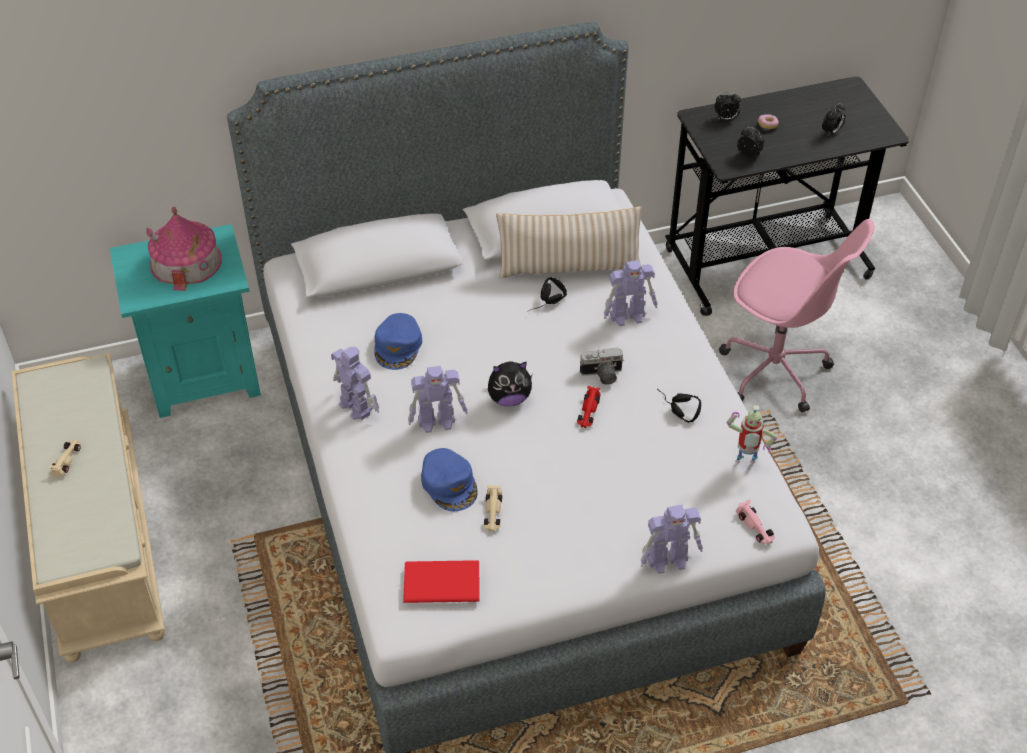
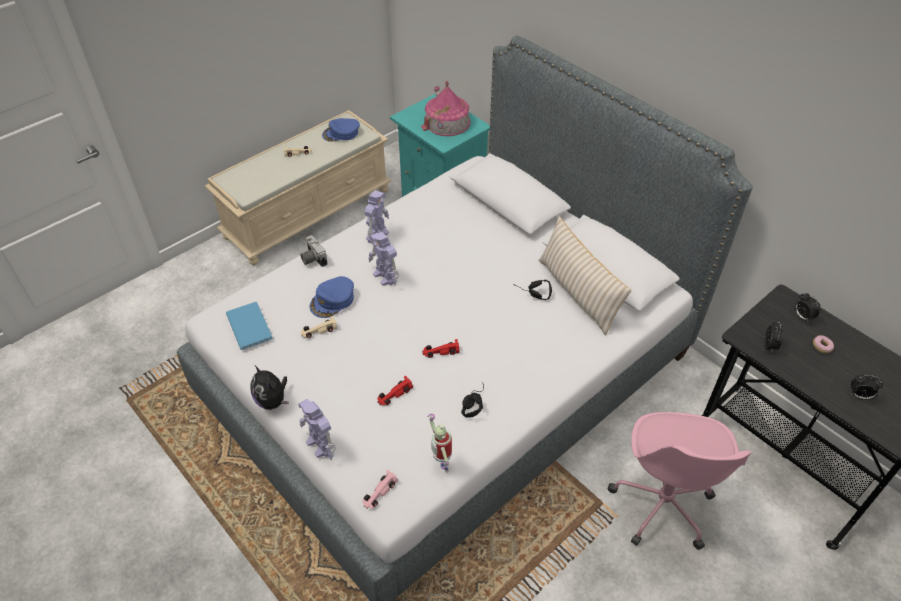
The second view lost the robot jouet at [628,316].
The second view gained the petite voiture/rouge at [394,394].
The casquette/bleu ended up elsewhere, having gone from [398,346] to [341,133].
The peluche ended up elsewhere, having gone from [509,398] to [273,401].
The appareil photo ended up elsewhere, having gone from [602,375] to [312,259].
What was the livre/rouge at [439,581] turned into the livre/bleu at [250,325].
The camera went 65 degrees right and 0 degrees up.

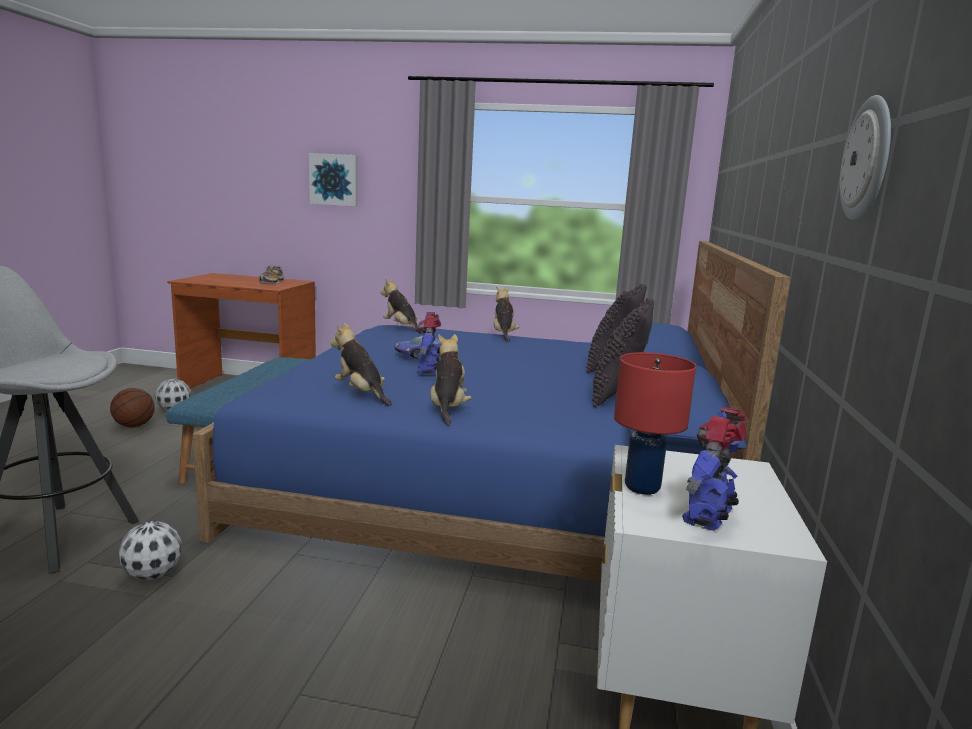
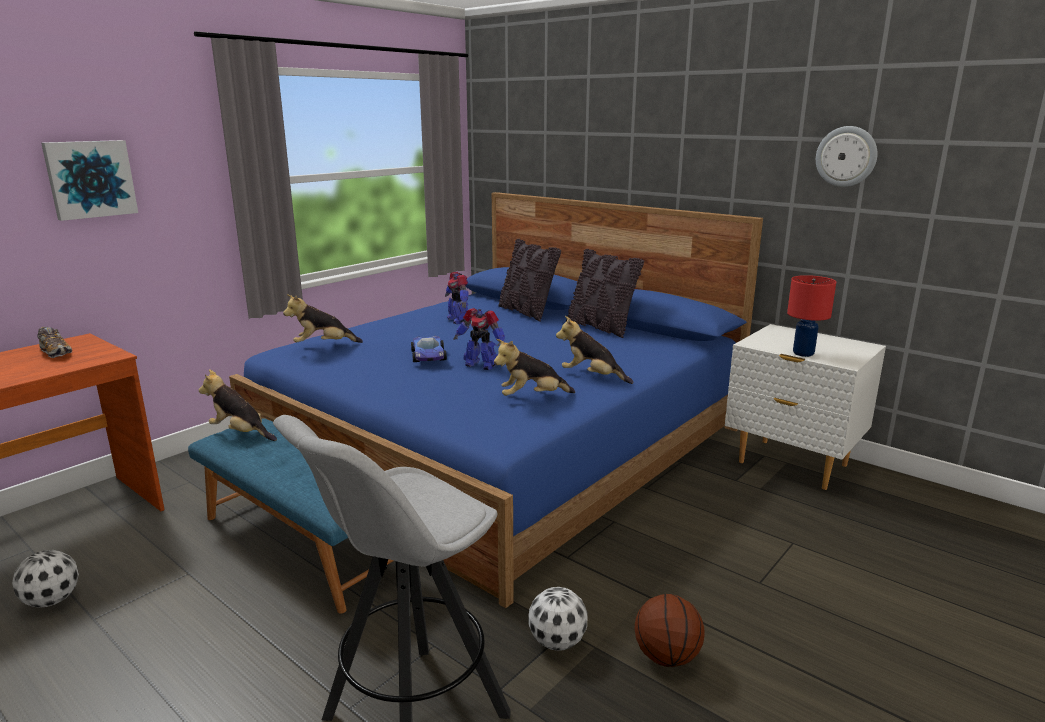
The ballon de basket ended up elsewhere, having gone from [133,426] to [667,657].
The peluche ended up elsewhere, having gone from [503,335] to [240,433].
The robot jouet ended up elsewhere, having gone from [709,516] to [458,320].
The camera went 60 degrees left and 5 degrees up.

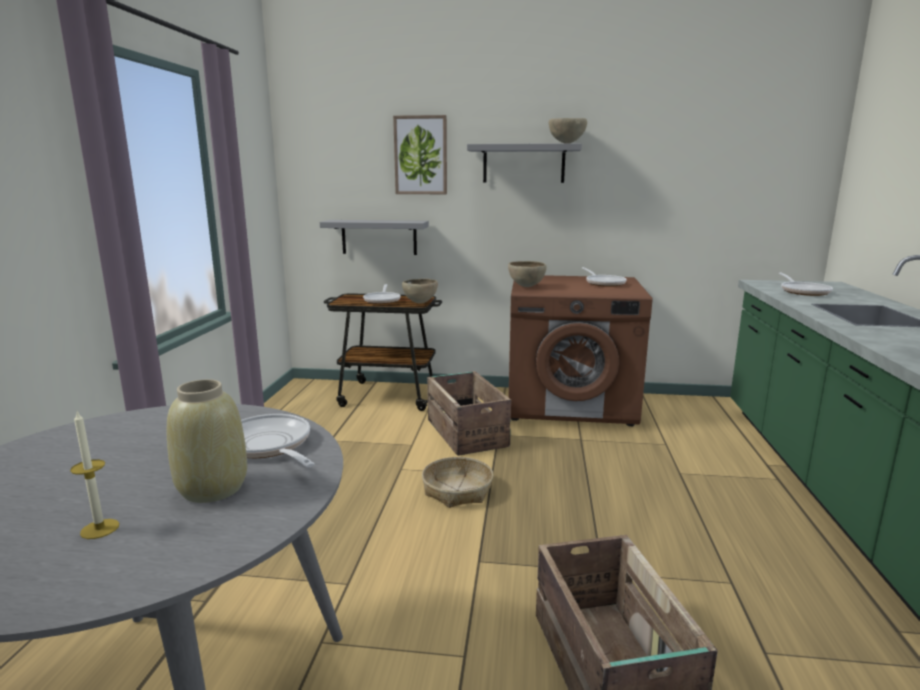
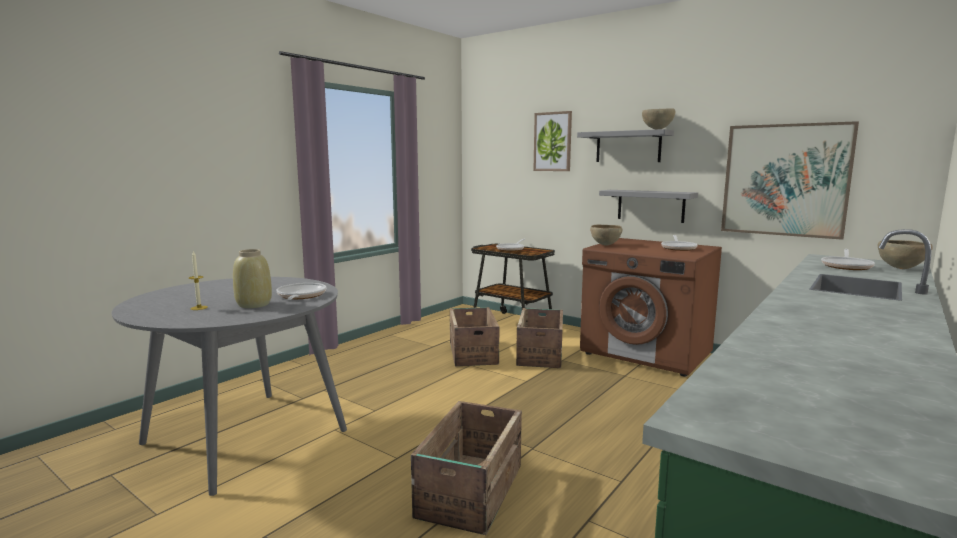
The second view lost the panier at [457,490].
The second view gained the caisse at [473,353].
The second view gained the tableau at [785,180].
The étagère/gris ended up elsewhere, having gone from [379,237] to [650,205].
The bol/marron ended up elsewhere, having gone from [420,303] to [901,268].
The camera went 30 degrees right and 5 degrees down.

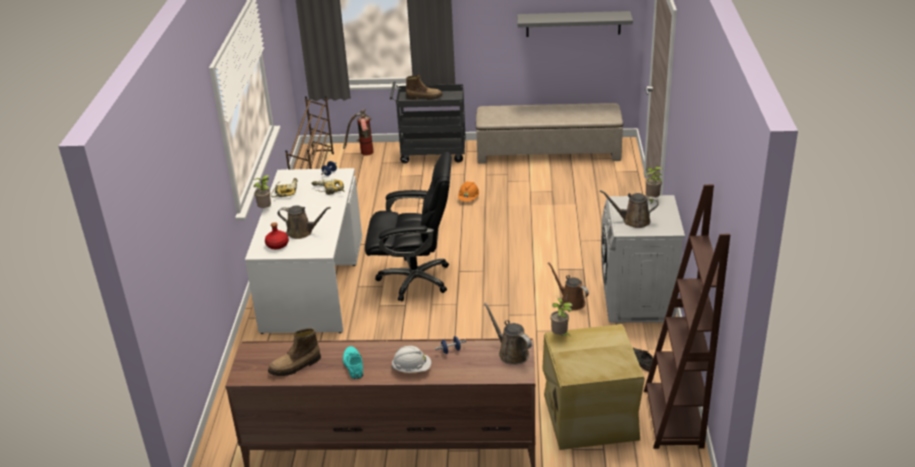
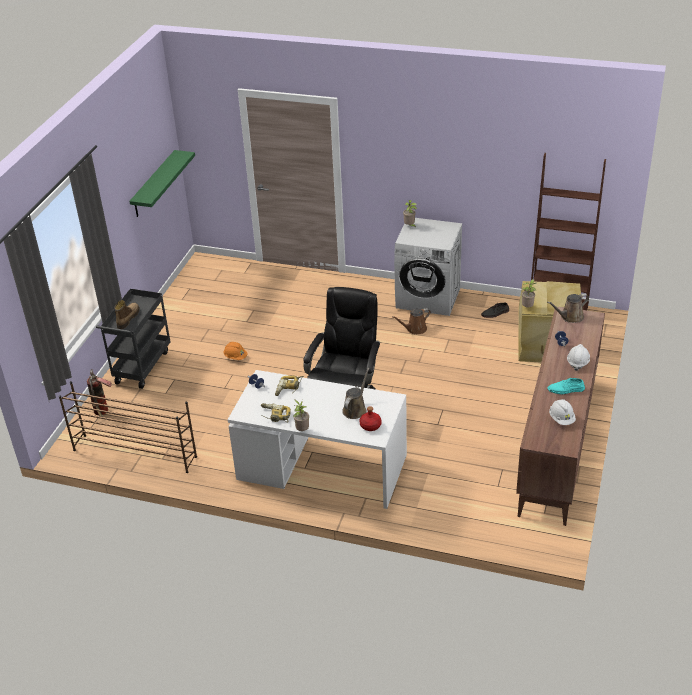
The second view lost the banc/beige at [549,151].
The second view lost the arrosoir/marron at [633,221].
Where the botte stood at [295,366], the casque de chantier/blanc came to stand at [561,419].
What was the étagère/gris at [573,24] turned into the étagère/vert at [154,184].
The camera went 75 degrees left and 5 degrees up.

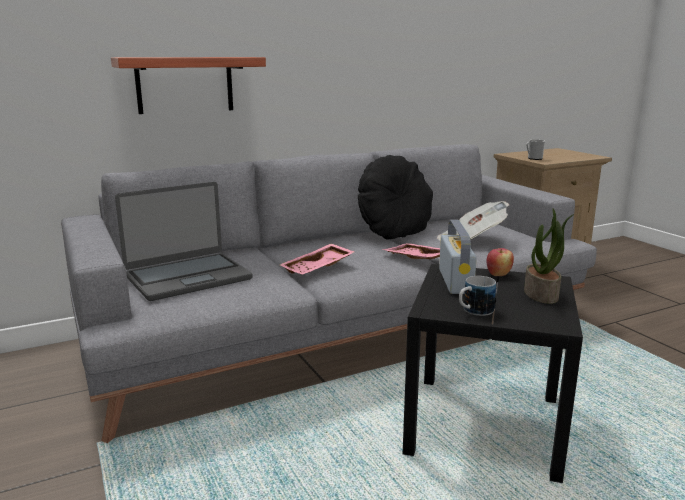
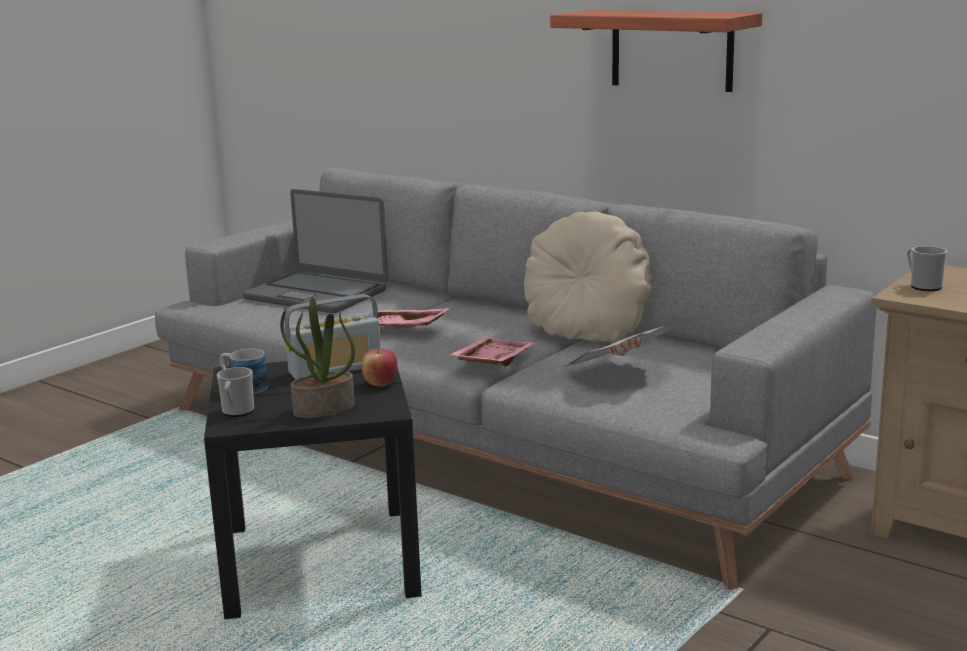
The second view gained the mug at [237,412].
The étagère ended up elsewhere, having gone from [185,84] to [671,50].
What was the coussin/noir at [394,235] turned into the coussin/beige at [587,335].
The camera went 65 degrees right and 0 degrees up.

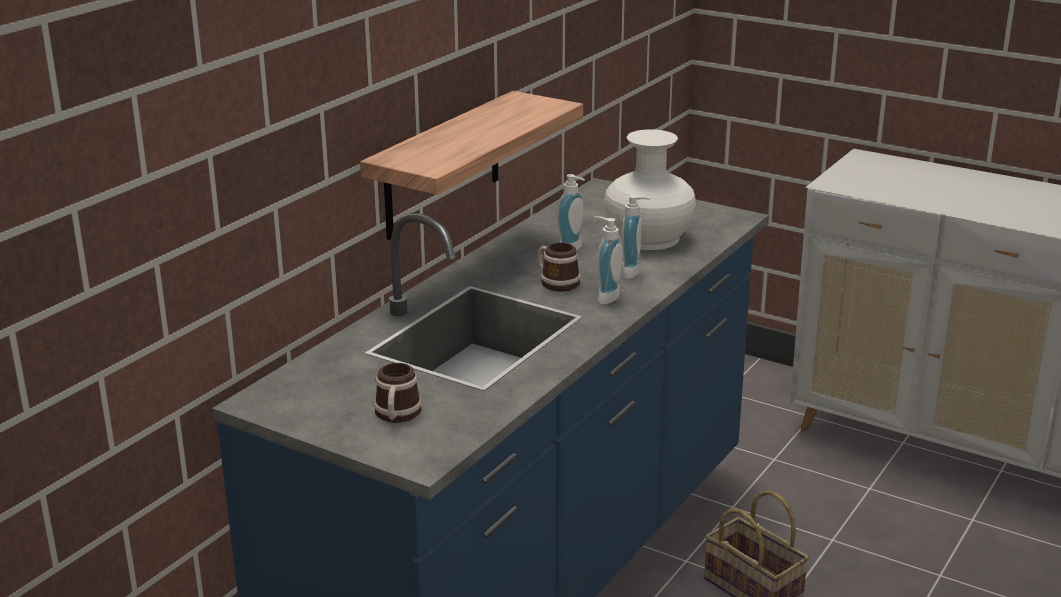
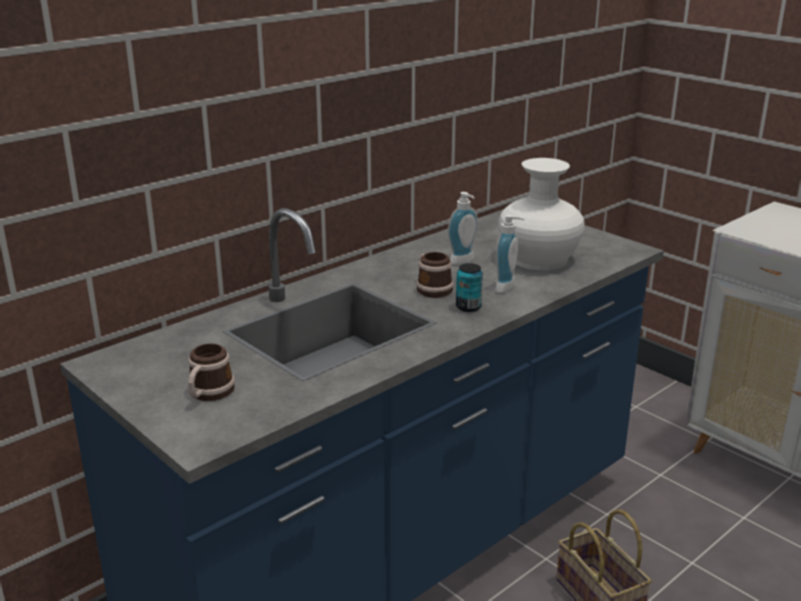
The second view lost the étagère at [443,166].
Where the distributeur de savon stood at [605,297], the boîte métallique came to stand at [468,307].
The camera went 15 degrees right and 0 degrees up.

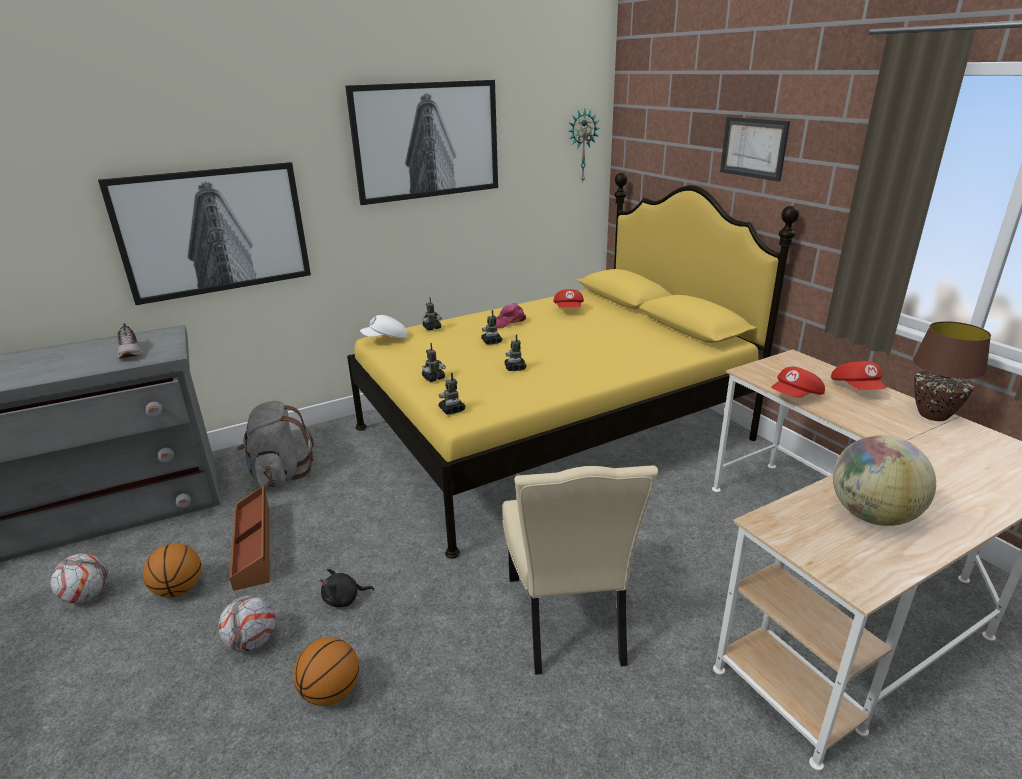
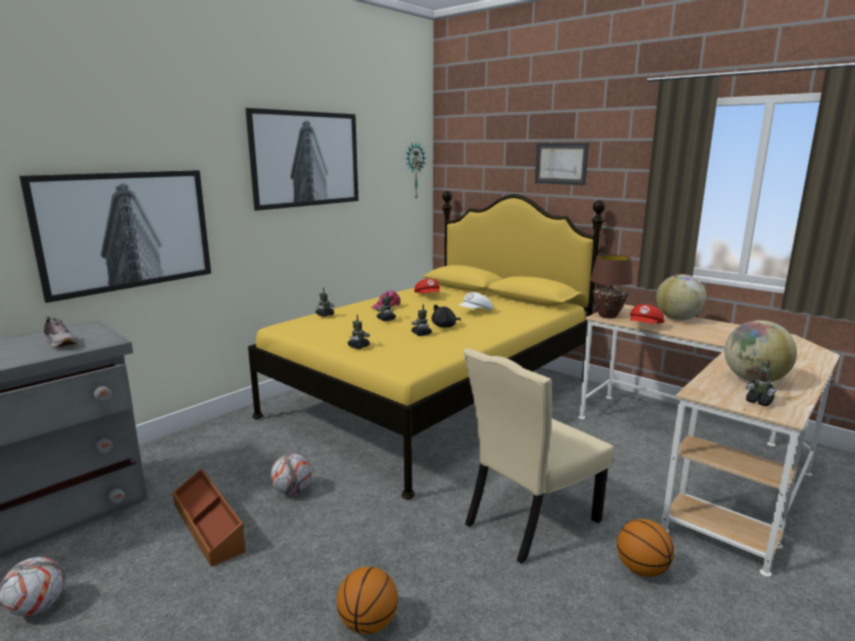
The second view lost the sac à dos/gris at [279,474].
The ballon de basket ended up elsewhere, having gone from [178,589] to [642,569].
The ballon de foot ended up elsewhere, having gone from [252,642] to [292,491].
The peluche/noir ended up elsewhere, having gone from [344,599] to [445,326].
The casquette/blanc ended up elsewhere, having gone from [386,339] to [476,312].
The robot jouet ended up elsewhere, having gone from [452,410] to [759,402].
The lampe de table/marron ended up elsewhere, having gone from [933,415] to [608,316].
Where the casquette/rouge stood at [857,389], the globe came to stand at [677,319].
The chaise/beige at [568,615] ended up facing another way, 75 degrees clockwise from before.
The camera went 20 degrees left and 10 degrees down.

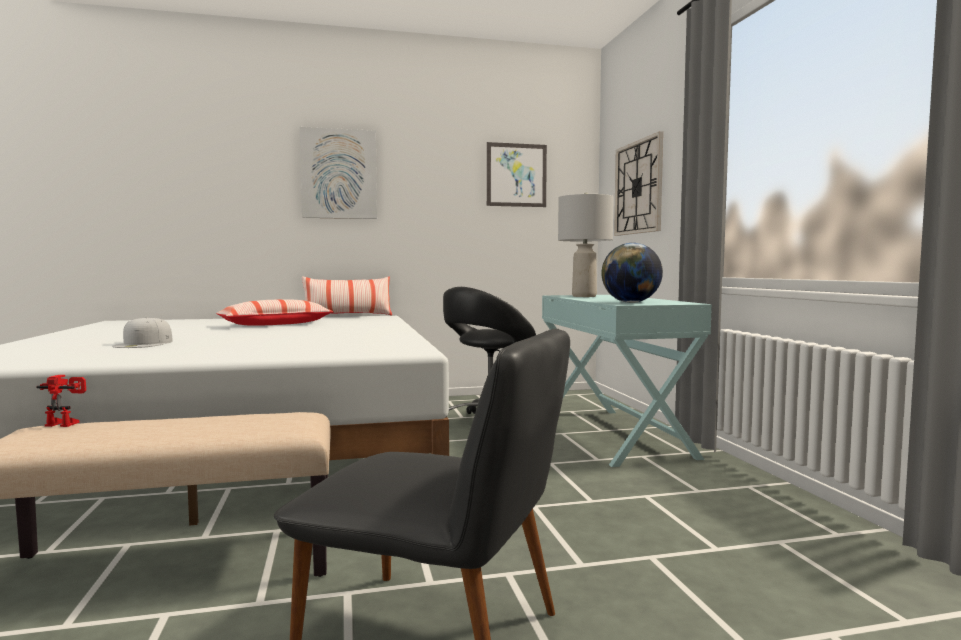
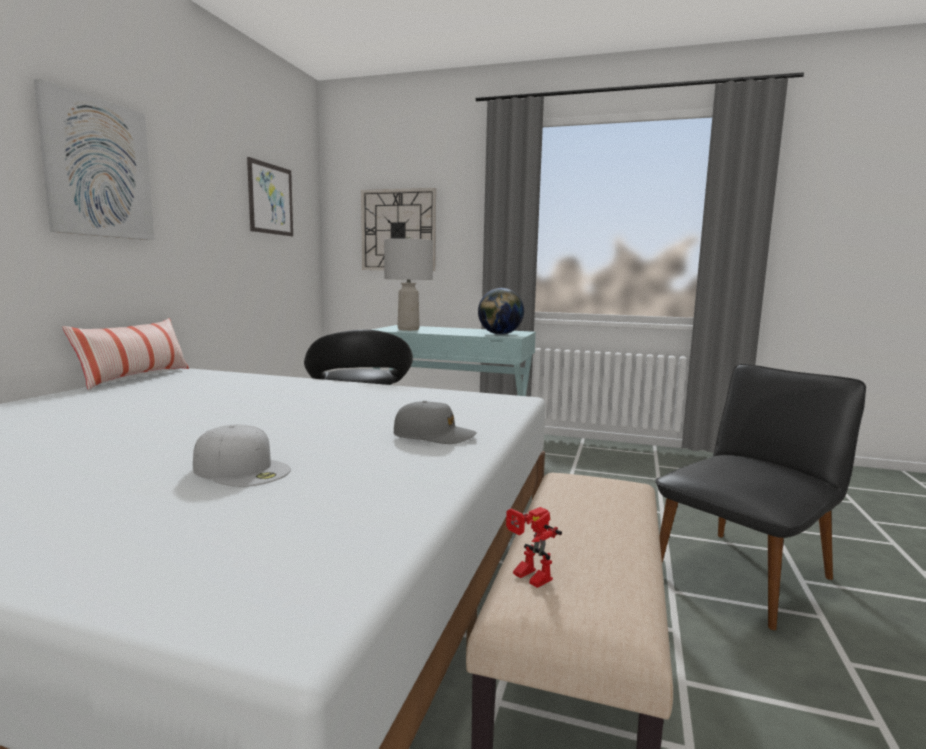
The second view lost the coussin at [275,324].
The second view gained the casquette/gris at [434,436].
The robot jouet at [66,423] ended up facing another way, 75 degrees counterclockwise from before.
The camera went 60 degrees left and 5 degrees up.

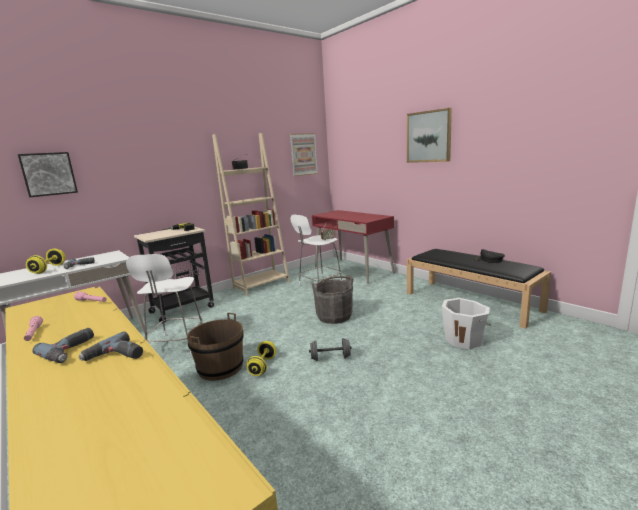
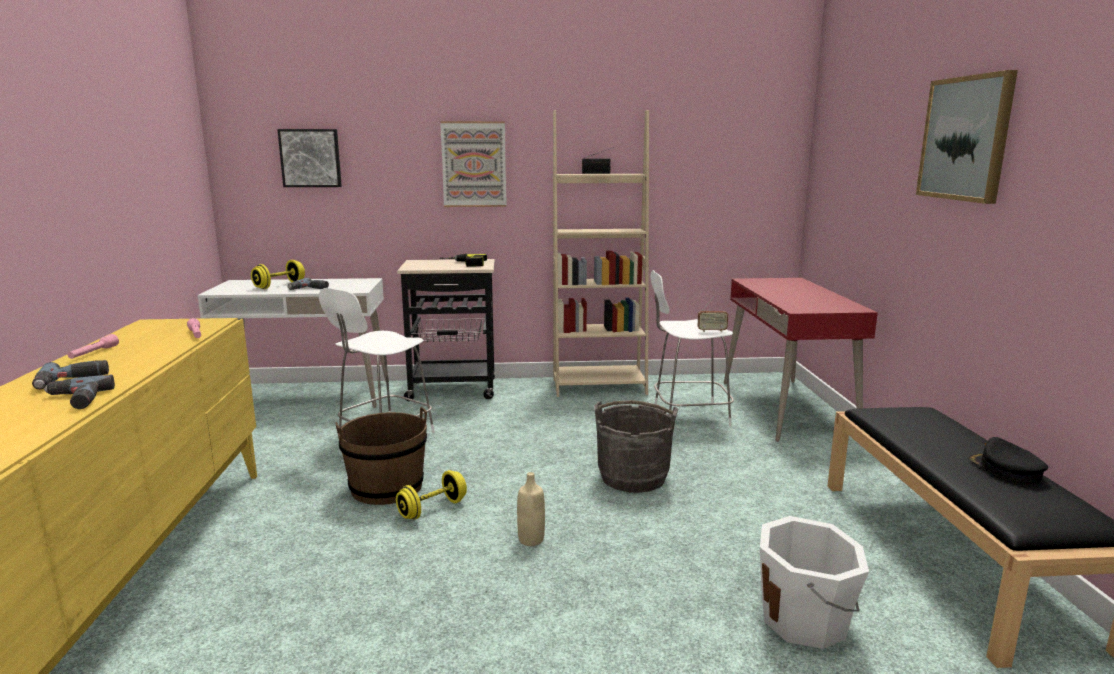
The tableau ended up elsewhere, having gone from [303,154] to [474,164].
Where the haltère/gris stood at [330,358], the bouteille/beige came to stand at [531,540].
The camera went 35 degrees right and 0 degrees up.

